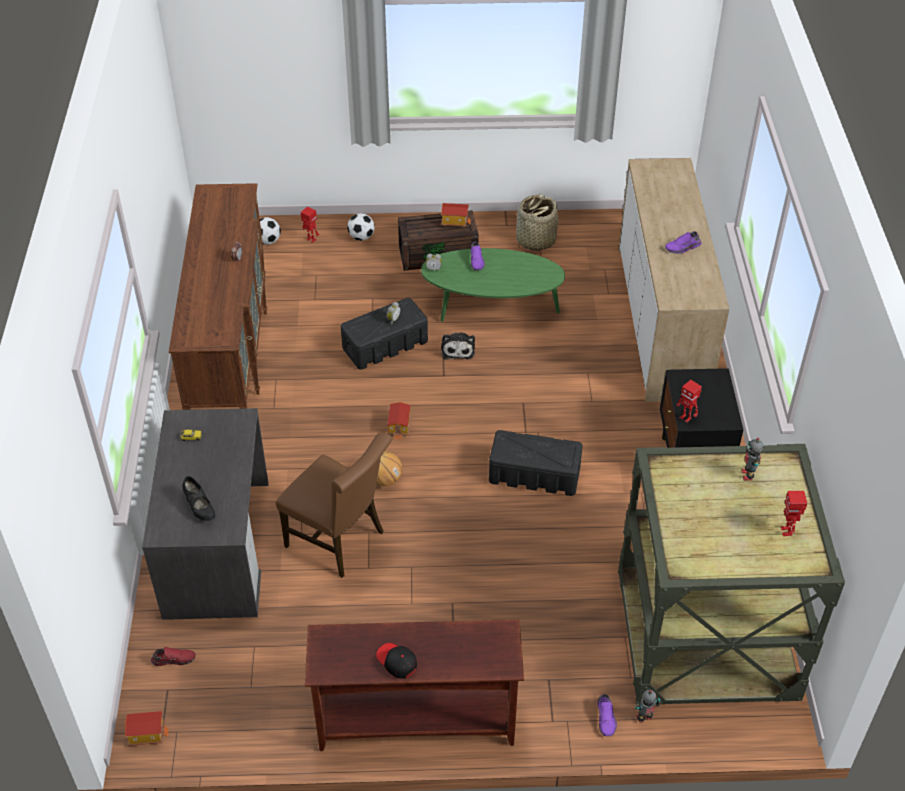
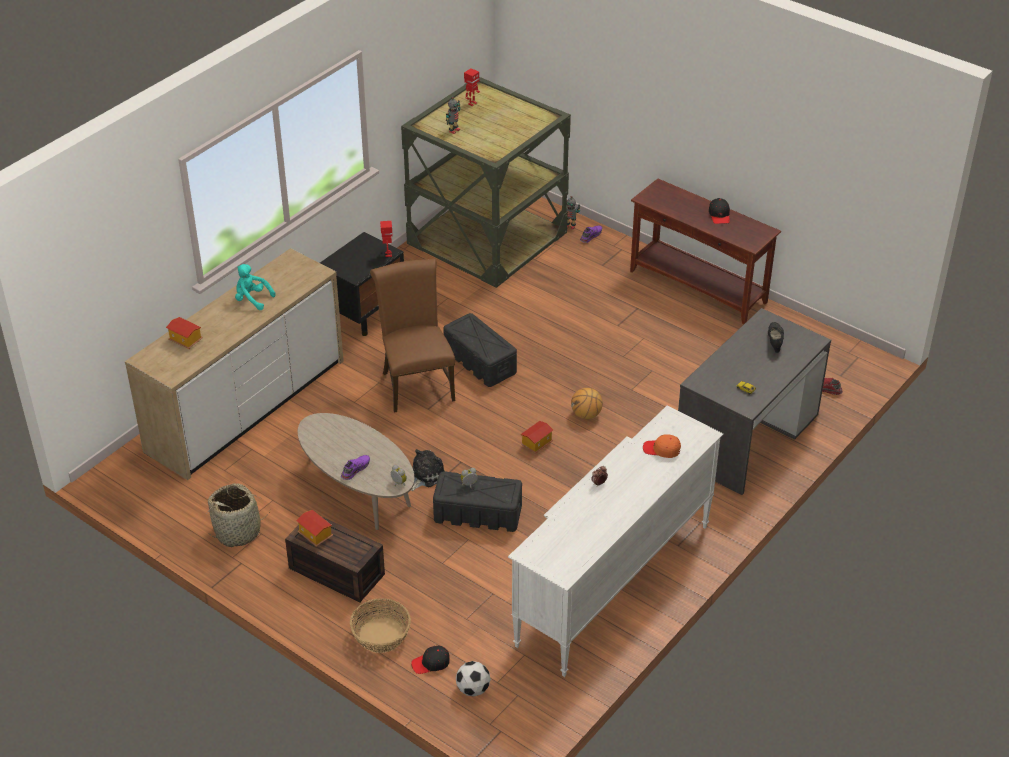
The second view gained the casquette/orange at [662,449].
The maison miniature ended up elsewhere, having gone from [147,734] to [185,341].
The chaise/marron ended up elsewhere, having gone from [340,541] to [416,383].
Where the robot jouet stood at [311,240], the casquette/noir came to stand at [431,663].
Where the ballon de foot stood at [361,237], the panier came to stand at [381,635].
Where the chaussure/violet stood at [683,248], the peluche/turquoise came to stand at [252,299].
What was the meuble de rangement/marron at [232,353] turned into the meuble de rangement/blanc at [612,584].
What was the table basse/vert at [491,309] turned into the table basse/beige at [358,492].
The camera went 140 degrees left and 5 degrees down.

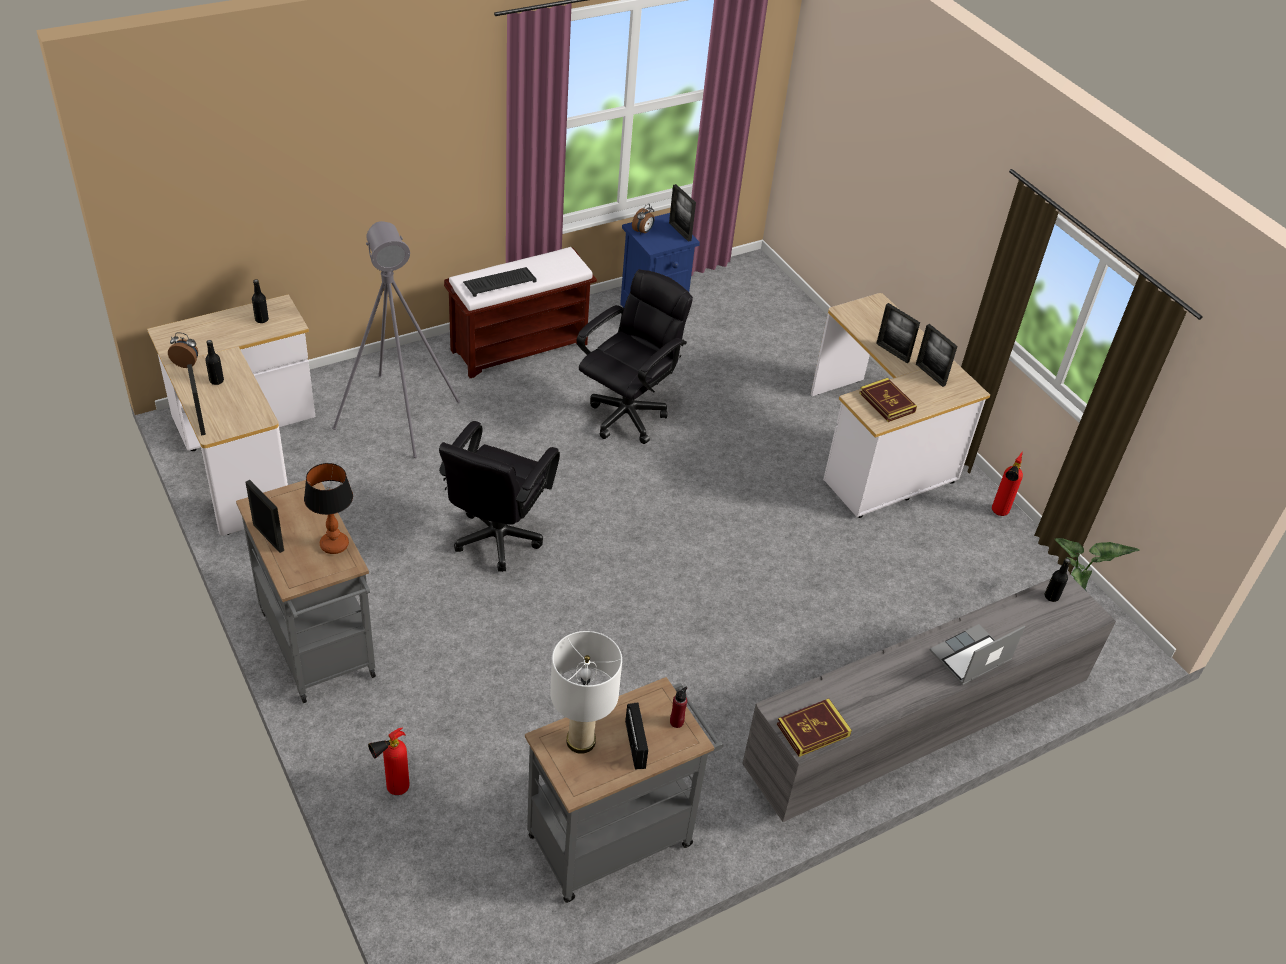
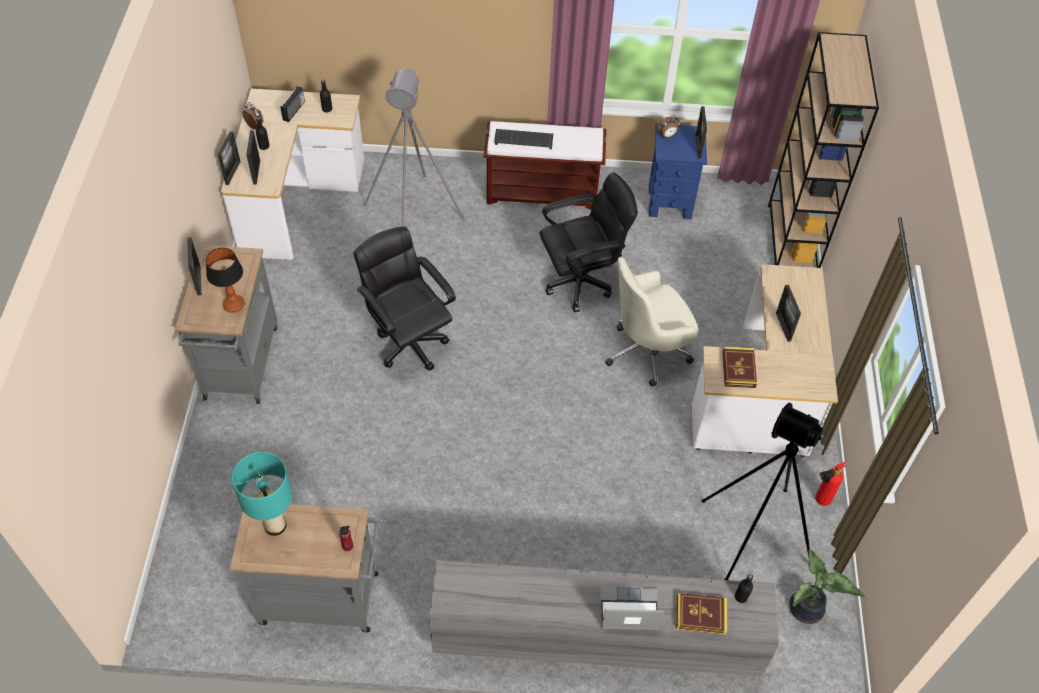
The second view lost the extincteur at [393,790].
The second view gained the chaise de bureau/beige at [646,352].
The second view gained the lampadaire/noir at [755,534].
The second view gained the bibliothèque/beige at [792,241].
The radio ended up elsewhere, having gone from [636,745] to [294,111].
The livre ended up elsewhere, having gone from [813,730] to [701,615].
The cadre photo ended up elsewhere, having gone from [930,374] to [256,172].
What was the lampe de table/blanc at [581,741] turned into the lampe de table/turquoise at [275,525].
The chaise de bureau/noir at [496,544] ended up facing another way, 90 degrees clockwise from before.
The camera went 35 degrees right and 10 degrees up.

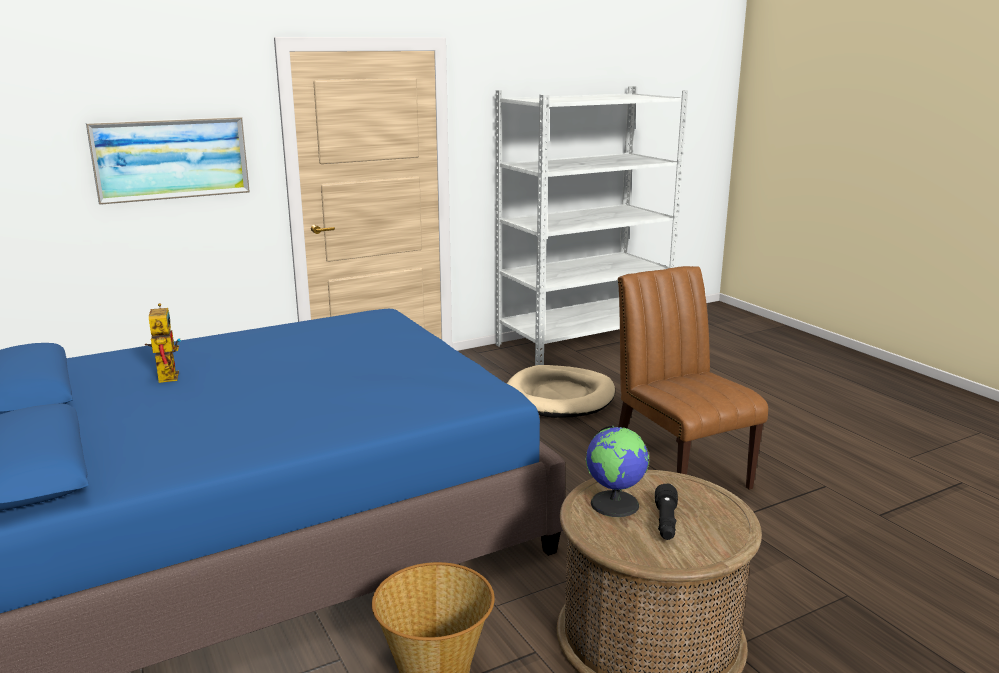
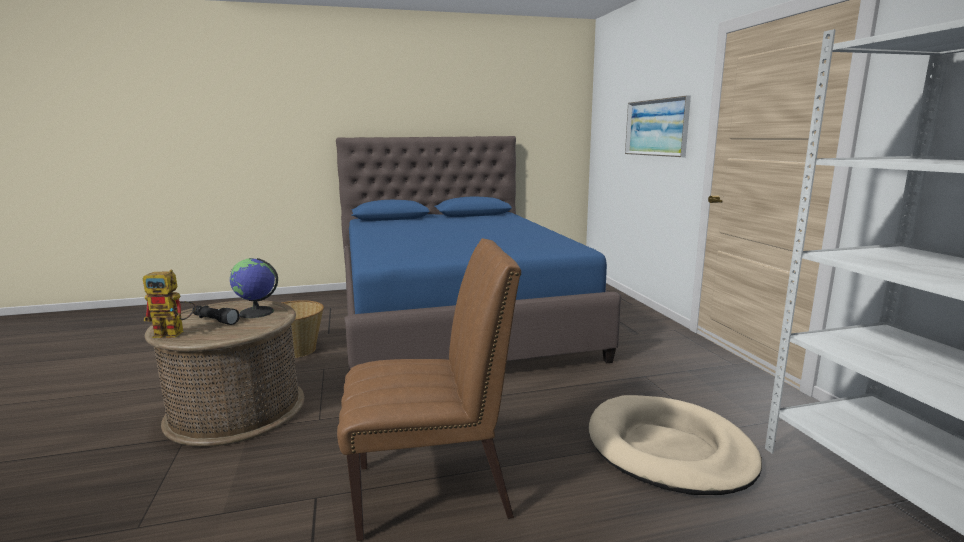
The robot jouet ended up elsewhere, having gone from [166,375] to [175,333].
The camera went 105 degrees right and 5 degrees down.

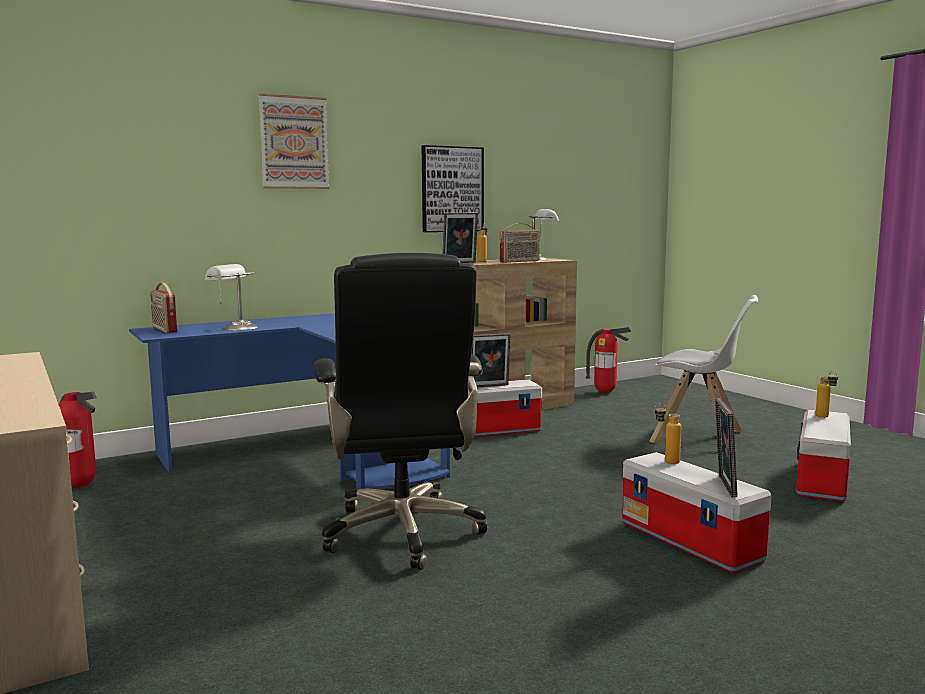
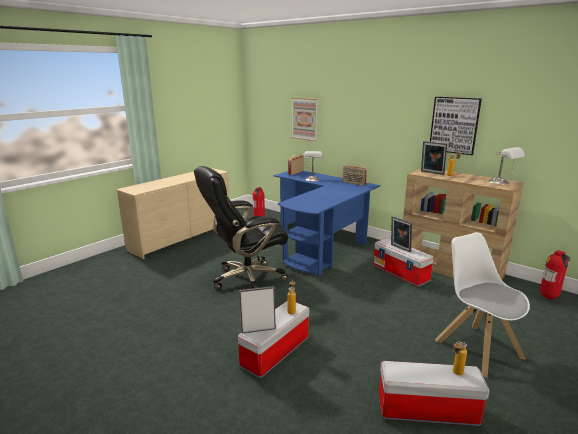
The tableau ended up elsewhere, having gone from [294,142] to [304,119].
The radio ended up elsewhere, having gone from [520,261] to [353,183].
The chaise at [700,437] ended up facing another way, 150 degrees clockwise from before.
The camera went 70 degrees right and 10 degrees up.

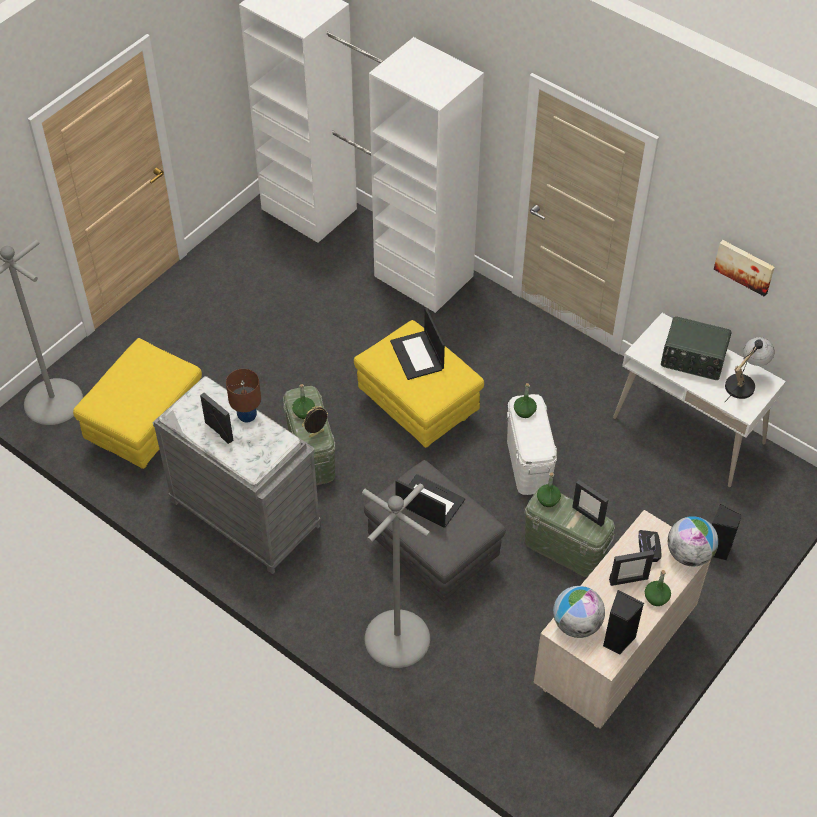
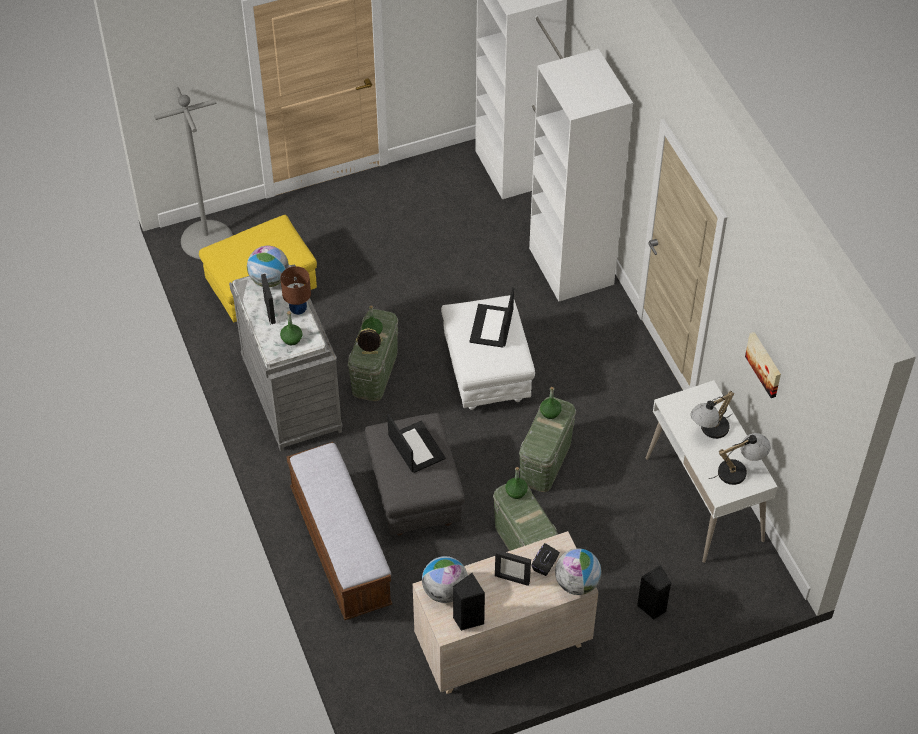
The second view lost the cadre photo at [588,515].
The second view gained the globe at [269,280].
The bouteille/vert ended up elsewhere, having gone from [656,597] to [292,339].
Where the portant/gris stood at [397,638], the banc came to stand at [340,547].
Where the radio stood at [693,359], the lampe de table came to stand at [709,431].
What was the pouf/jaune at [419,408] turned into the pouf/blanc at [487,375].
What was the boîte de rangement/blanc at [528,462] turned into the boîte de rangement/vert at [545,461].
The camera went 30 degrees right and 0 degrees up.

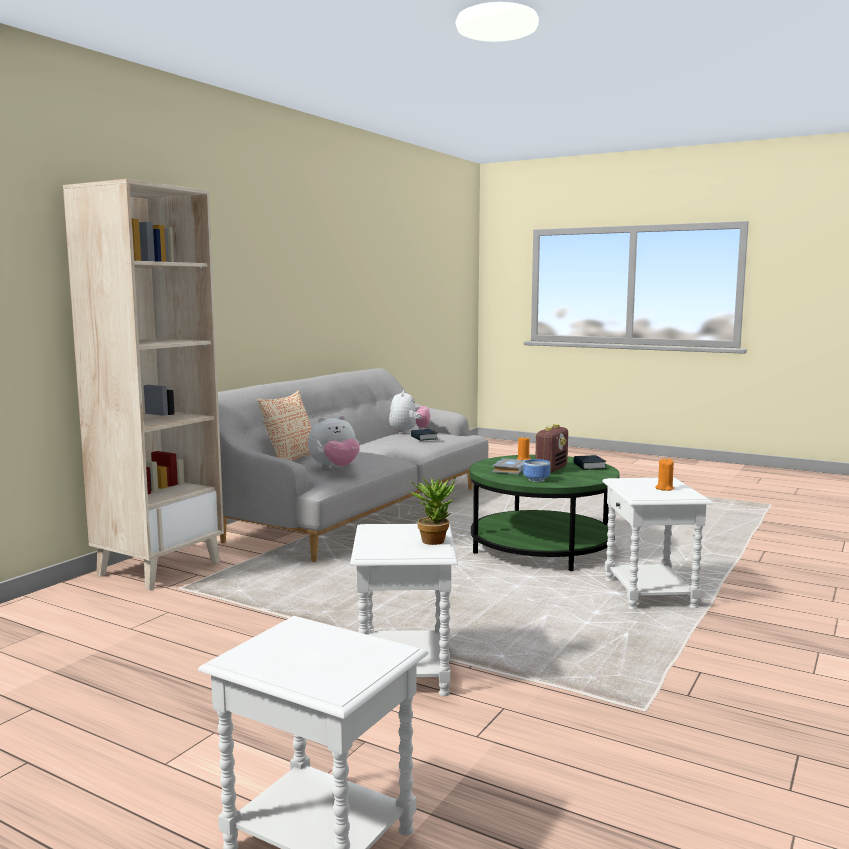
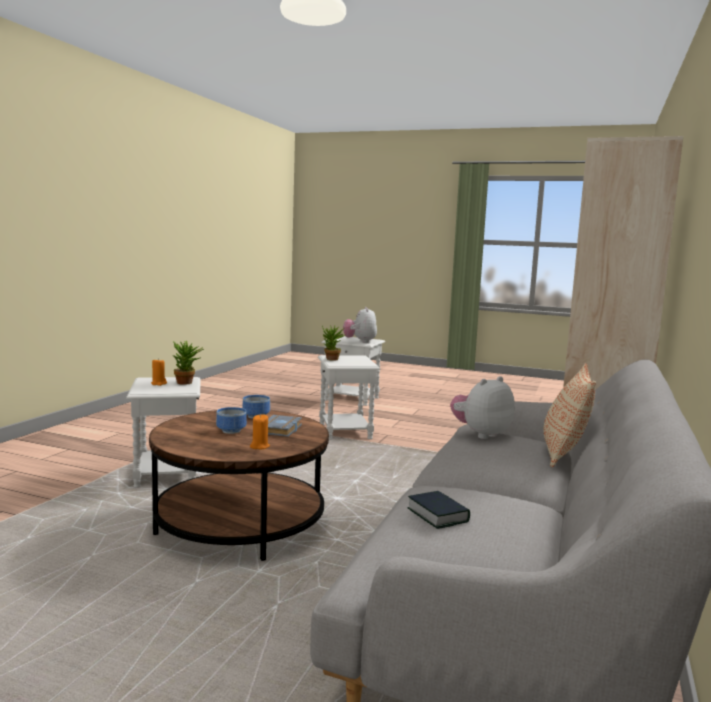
The second view lost the livre at [589,466].
The second view gained the plante en pot at [187,383].
The peluche ended up elsewhere, having gone from [409,432] to [360,341].
Where the radio stood at [551,469], the bol came to stand at [231,431].
What was the table basse/vert at [541,548] turned into the table basse/marron at [240,523].
The camera went 170 degrees right and 0 degrees up.

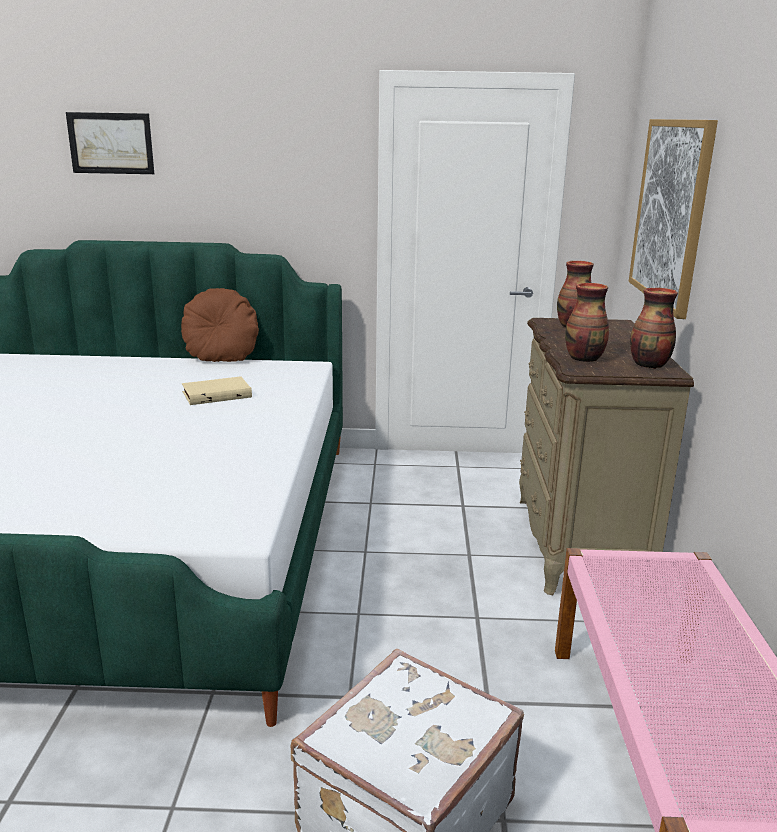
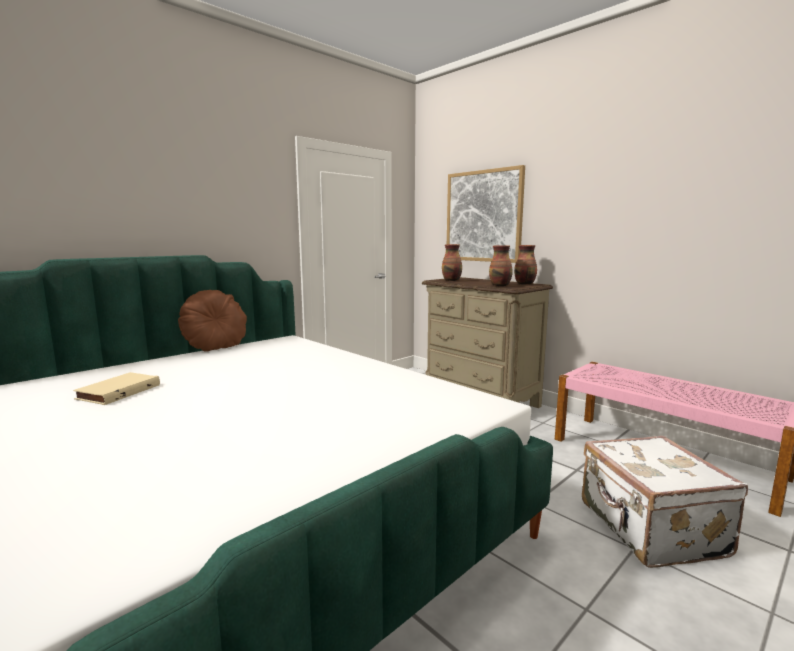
The second view lost the tableau at [111,143].
The livre/beige ended up elsewhere, having gone from [217,394] to [118,391].
The camera went 45 degrees left and 10 degrees down.

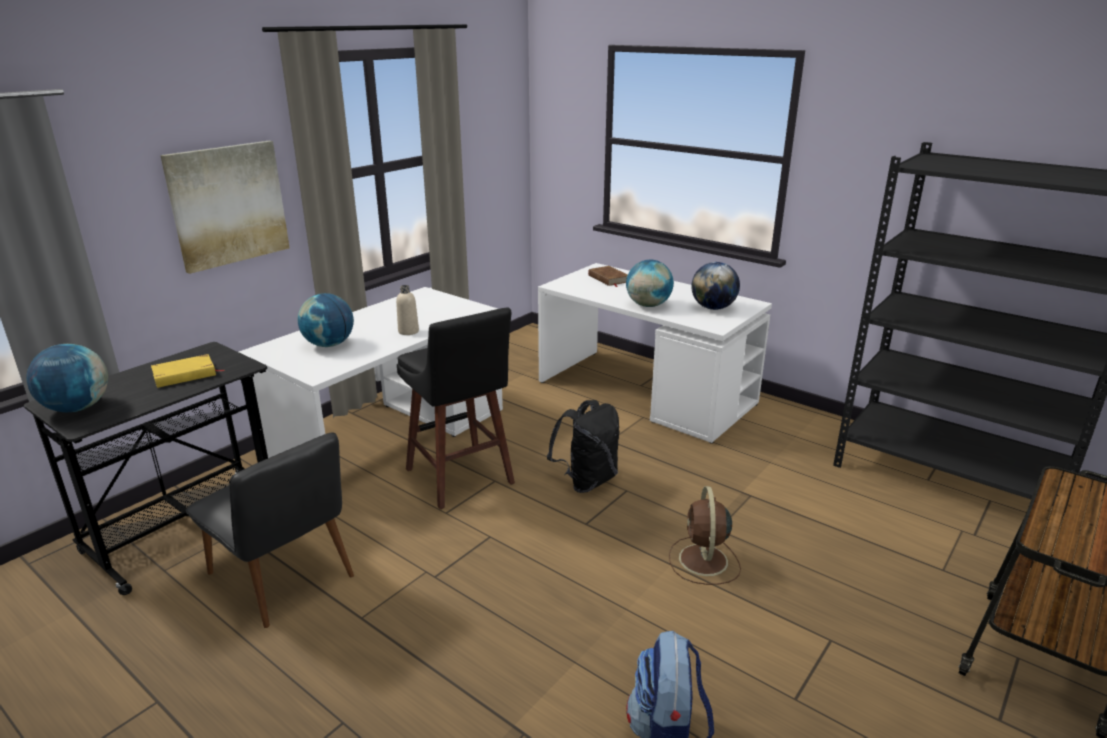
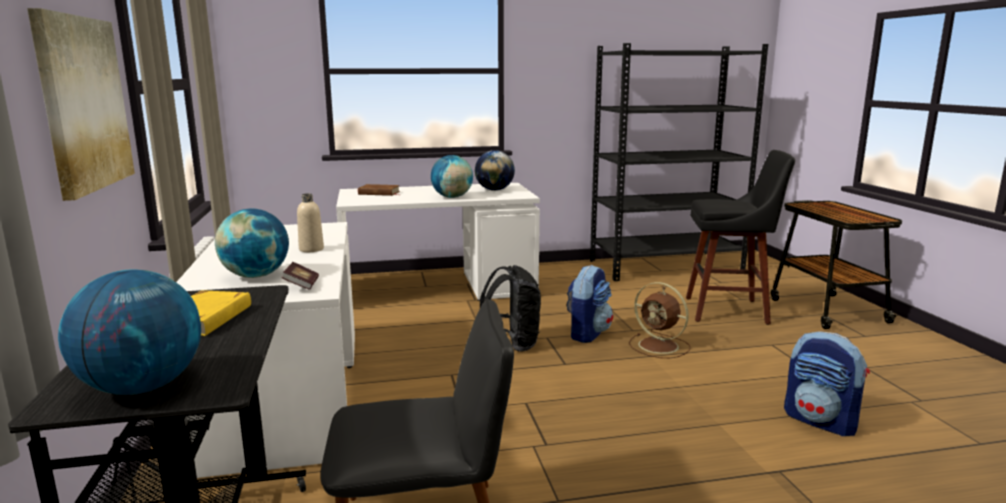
The second view gained the livre at [301,285].
The second view gained the sac à dos at [587,333].
The tabouret/noir ended up elsewhere, having gone from [460,478] to [728,311].
The camera went 50 degrees left and 10 degrees down.

